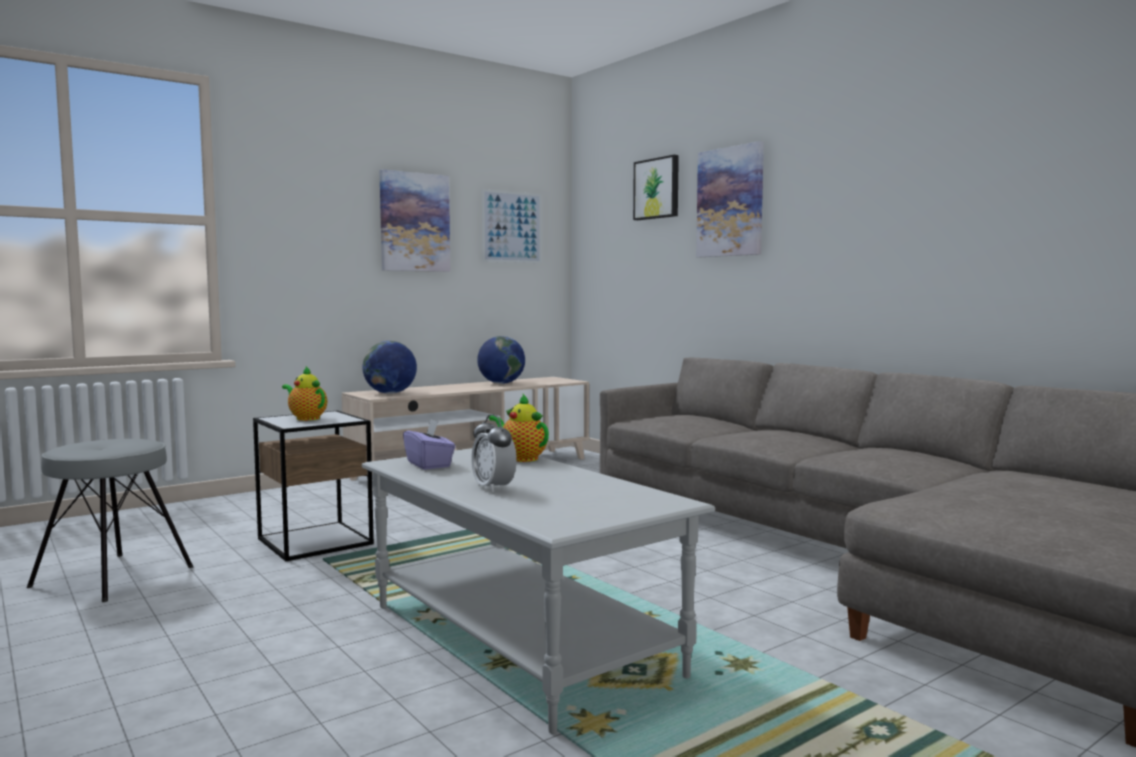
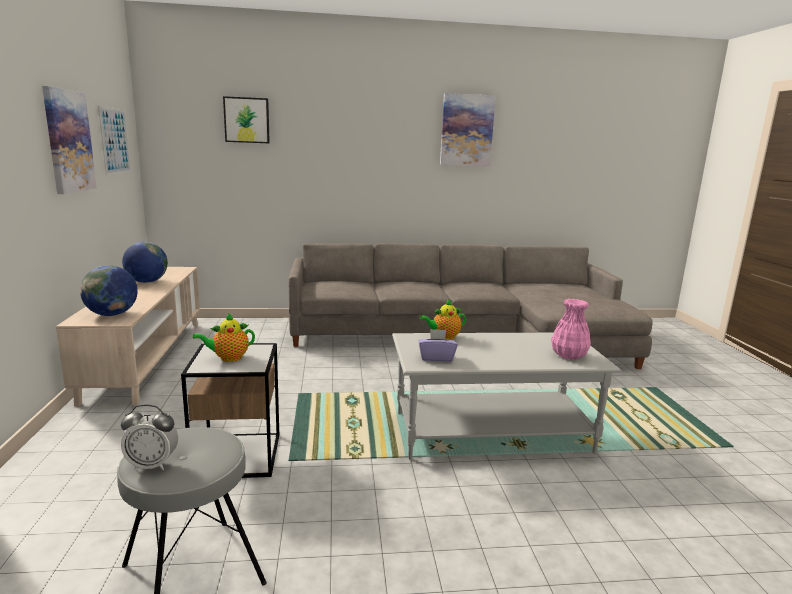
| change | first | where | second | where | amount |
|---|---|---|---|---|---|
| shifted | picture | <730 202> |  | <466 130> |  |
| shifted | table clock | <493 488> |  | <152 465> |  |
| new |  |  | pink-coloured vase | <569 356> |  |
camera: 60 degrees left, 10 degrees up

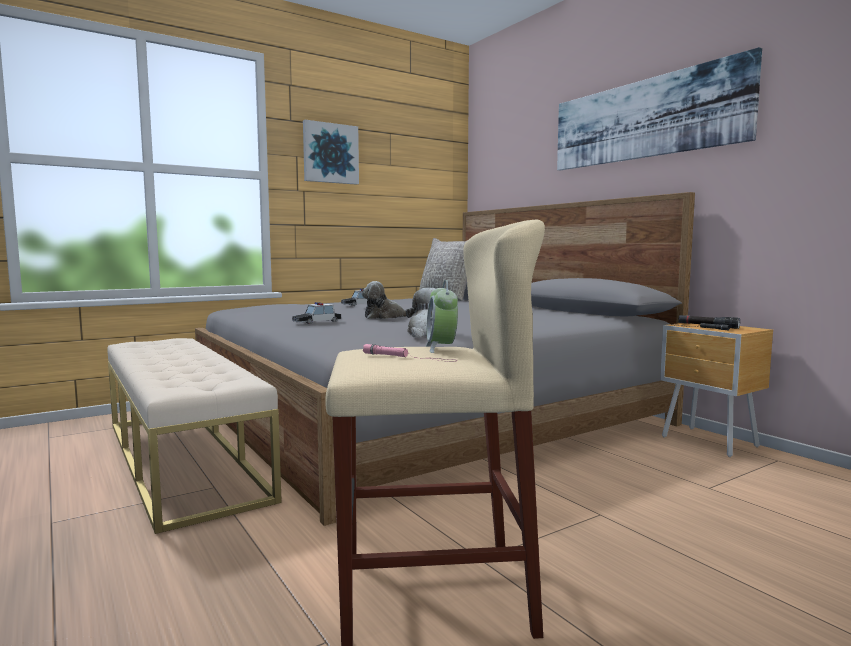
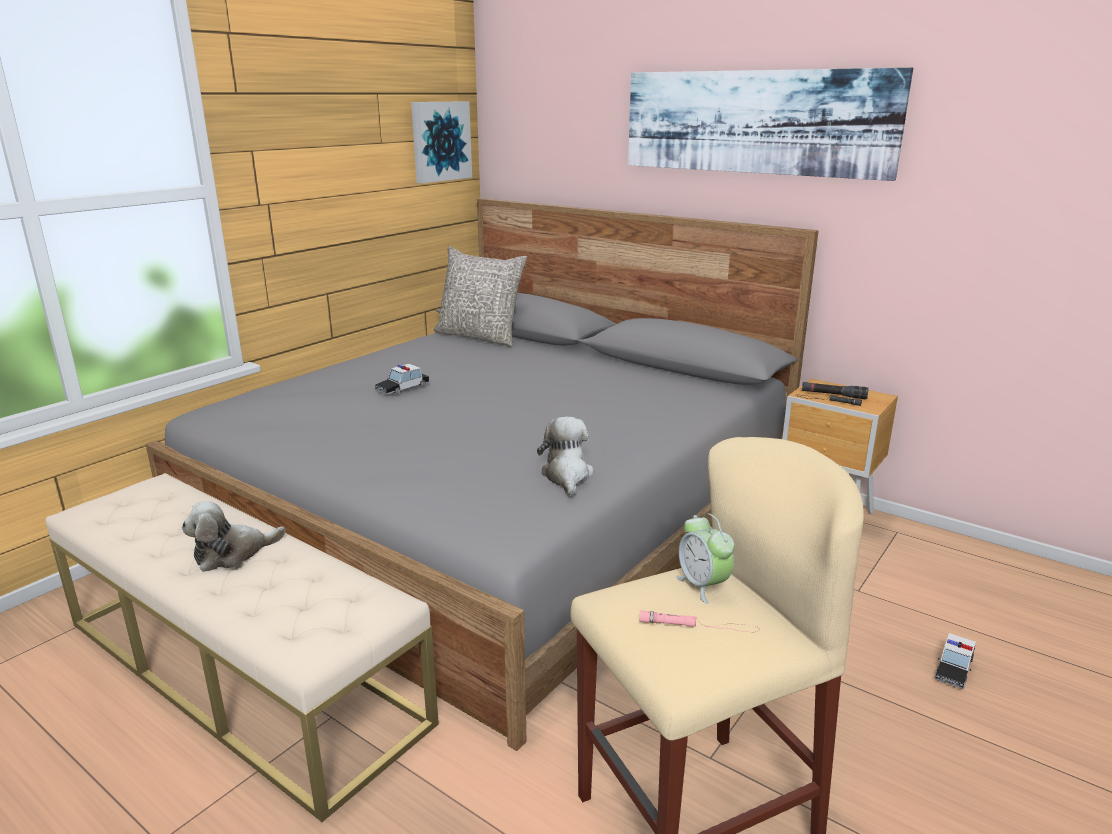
| change | first | where | second | where | amount |
|---|---|---|---|---|---|
| shifted | picture | <330 153> |  | <440 141> |  |
| shifted | soft toy | <385 317> |  | <232 553> |  |
| shifted | miniature car | <316 322> |  | <954 668> |  |
camera: 20 degrees left, 15 degrees up

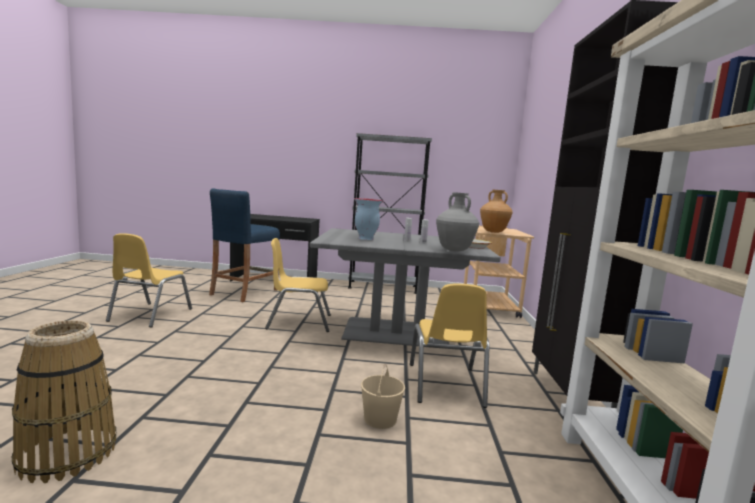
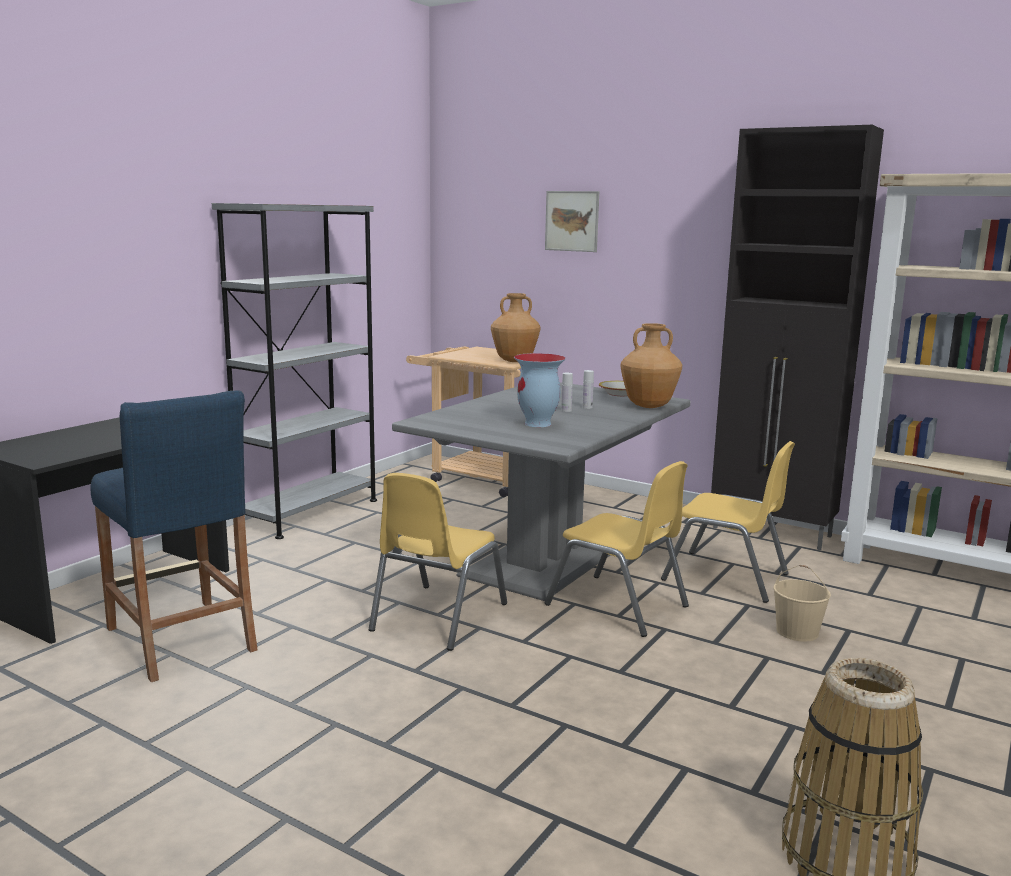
| change | first | where | second | where | amount |
|---|---|---|---|---|---|
| repainted | greyish vase | <454 250> | brown vase | <648 406> |  |
| shifted | yellow upright chair | <150 315> |  | <617 606> |  |
| new |  |  | picture | <572 221> |  |
camera: 60 degrees left, 5 degrees up

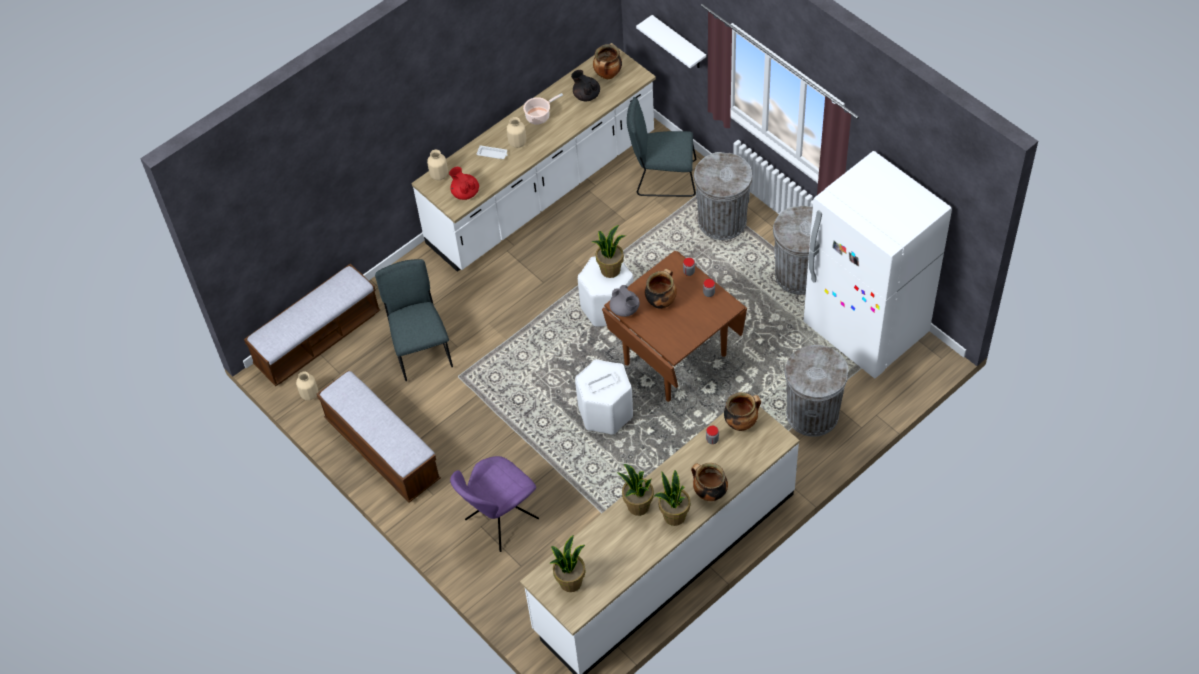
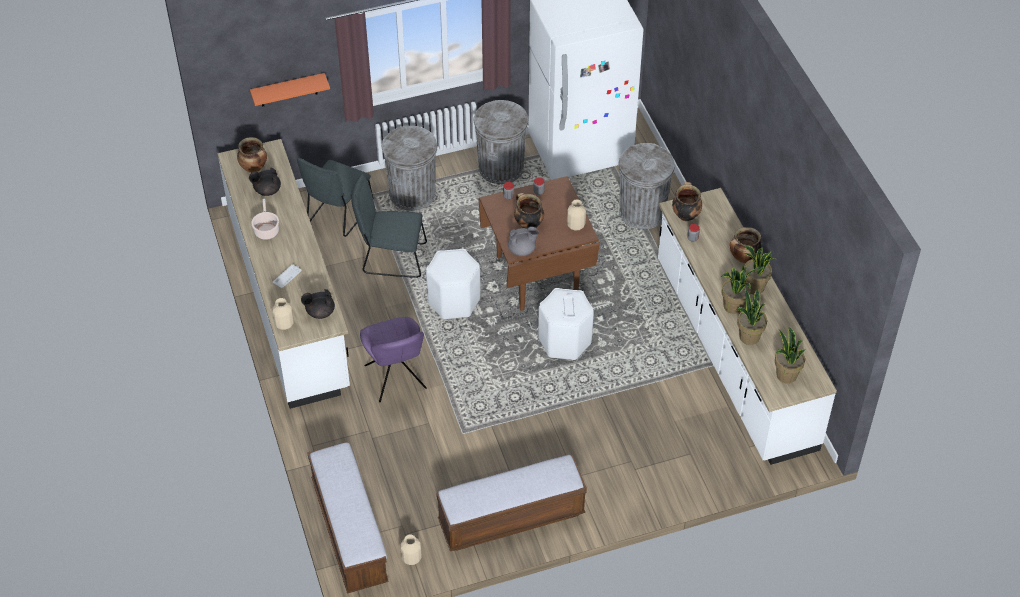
| change | first | where | second | where | amount |
|---|---|---|---|---|---|
| repainted | white-coloured bracket shelf | <679 43> | orange bracket shelf | <288 90> |  |
| shifted | beige vase | <517 142> |  | <575 225> |  |
| repainted | reddish tea pot | <465 192> | blackish tea pot | <319 312> |  |
| shifted | houseplant | <610 269> |  | <748 337> |  |
| shifted | greyish upright chair | <420 349> |  | <391 258> |  |
| shifted | purplish upright chair | <499 521> |  | <396 379> |  |
camera: 70 degrees left, 5 degrees down

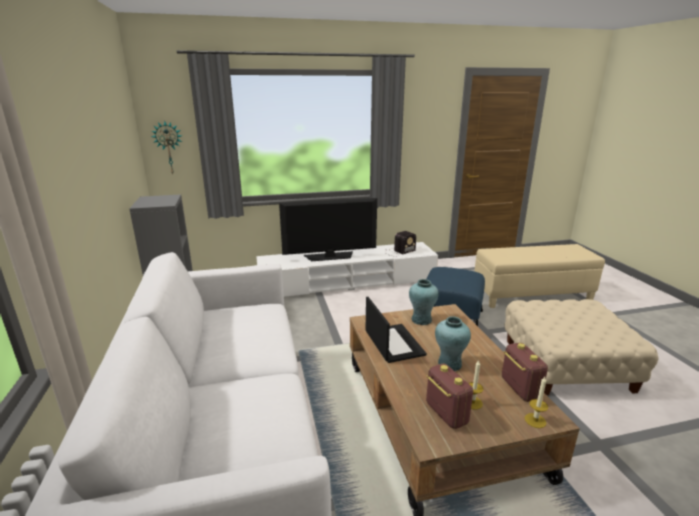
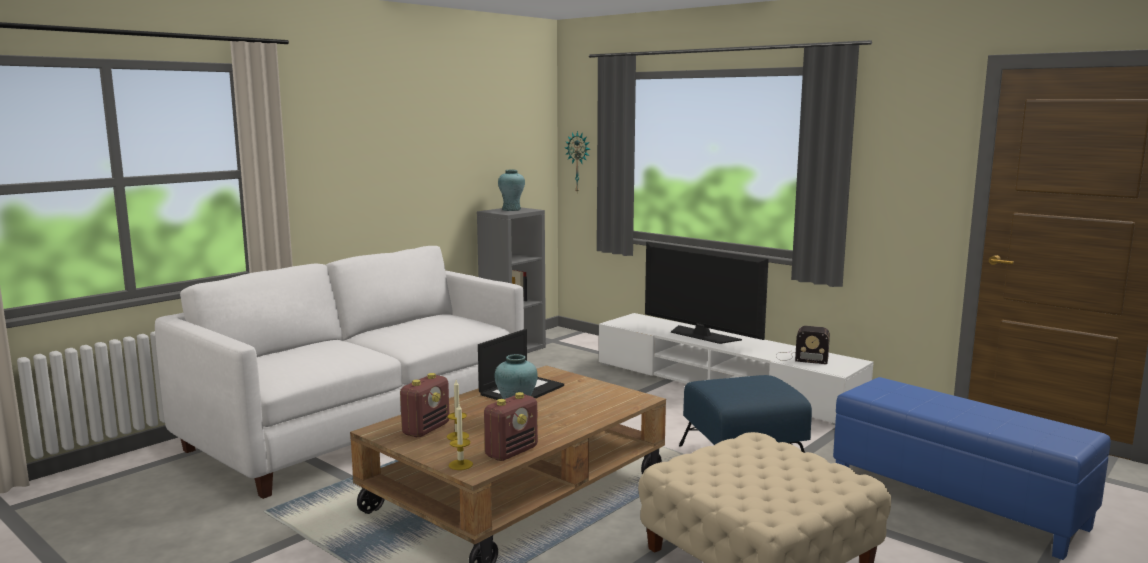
| change | first | where | second | where | amount |
|---|---|---|---|---|---|
| repainted | beige pouffe | <532 295> | blue pouffe | <957 502> |  |
| shifted | turquoise-coloured vase | <421 320> |  | <511 209> |  |
camera: 55 degrees right, 10 degrees down

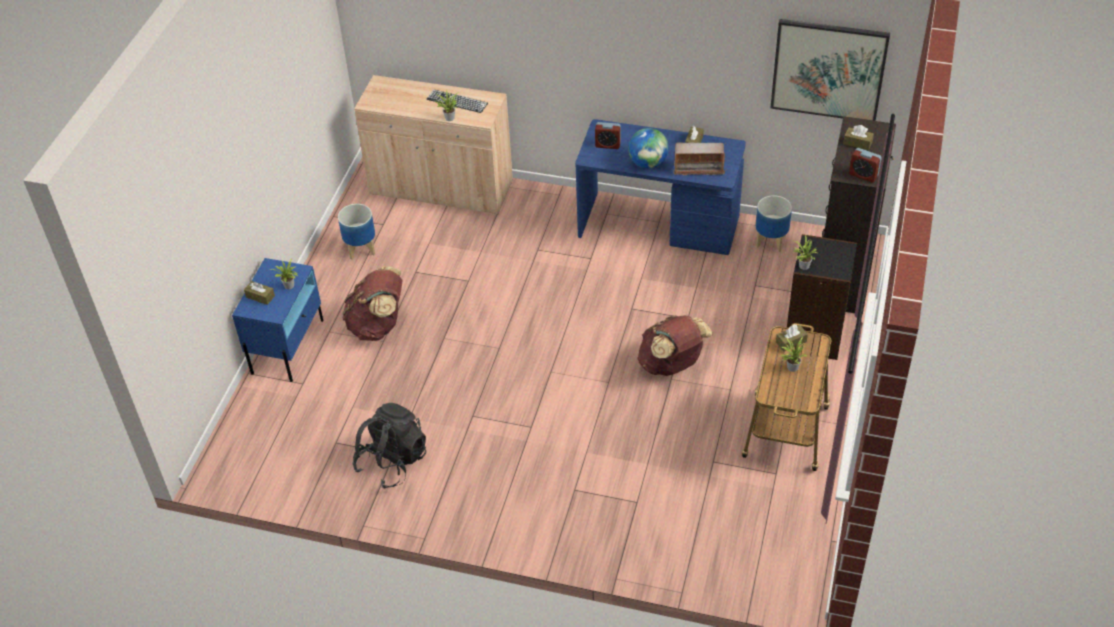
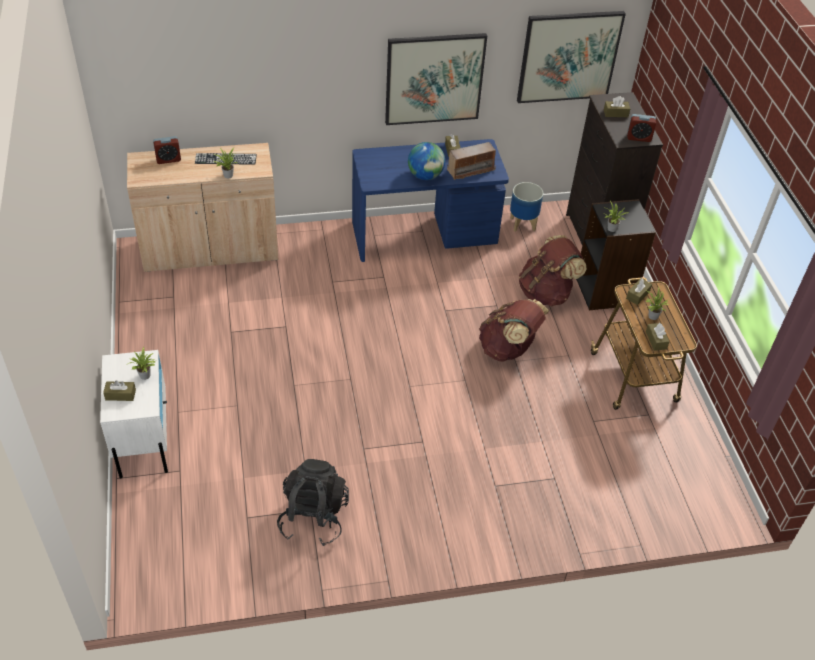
| change | first | where | second | where | amount |
|---|---|---|---|---|---|
| shifted | table clock | <607 145> |  | <168 159> |  |
| gone | plant pot | <361 248> |  |  |  |
| repainted | blue bedside table | <288 346> | white-coloured bedside table | <143 438> |  |
| shifted | brown backpack | <378 326> |  | <546 293> |  |
| new |  |  | picture | <434 78> |  |
| new |  |  | brown box of tissues | <656 340> |  |
camera: 30 degrees left, 0 degrees up

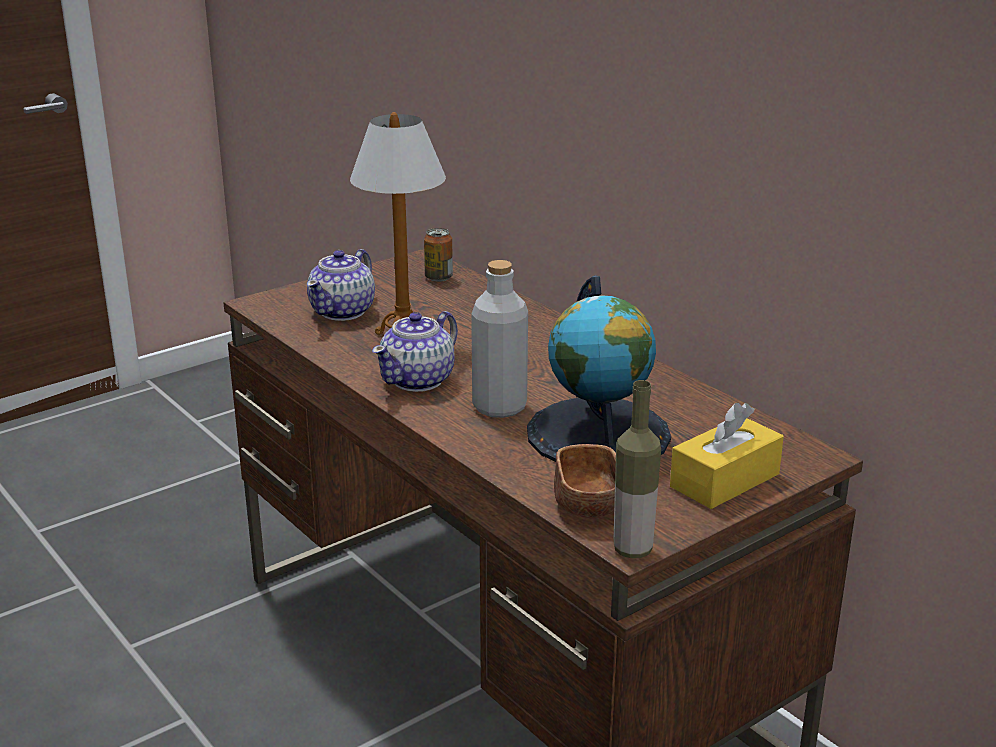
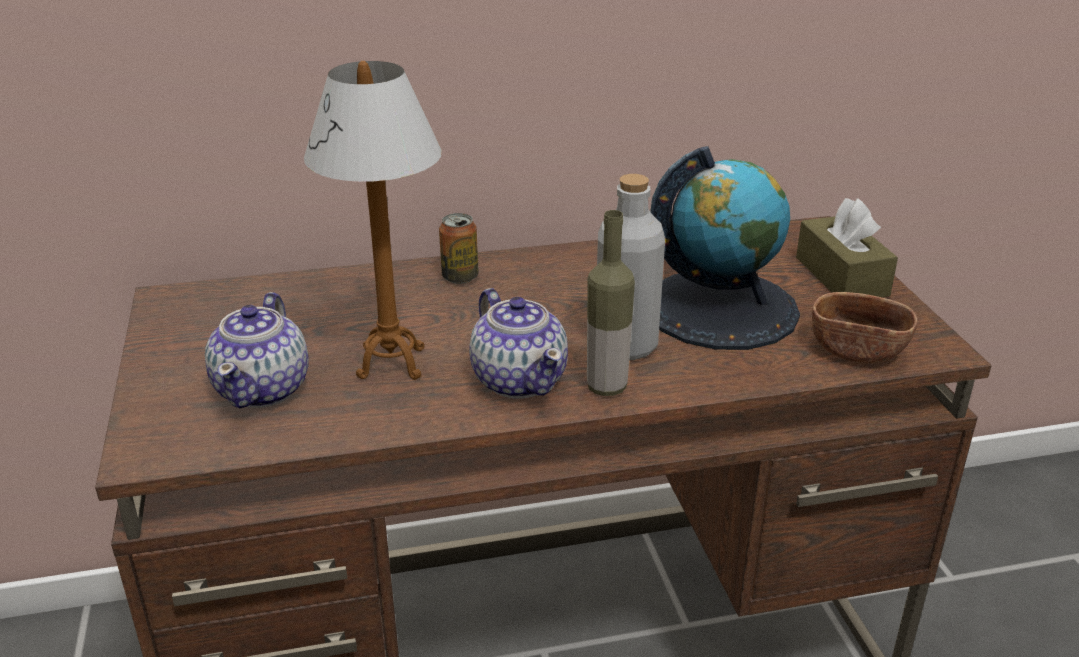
| change | first | where | second | where | amount |
|---|---|---|---|---|---|
| shifted | metal can | <438 277> |  | <460 277> |  |
| rotated | tea pot | <343 311> |  | <264 389> | 45 degrees clockwise |
| shifted | bottle | <632 550> |  | <606 387> |  |
| repainted | yellow box of tissues | <724 480> | brown box of tissues | <841 276> |  |
camera: 65 degrees left, 5 degrees up

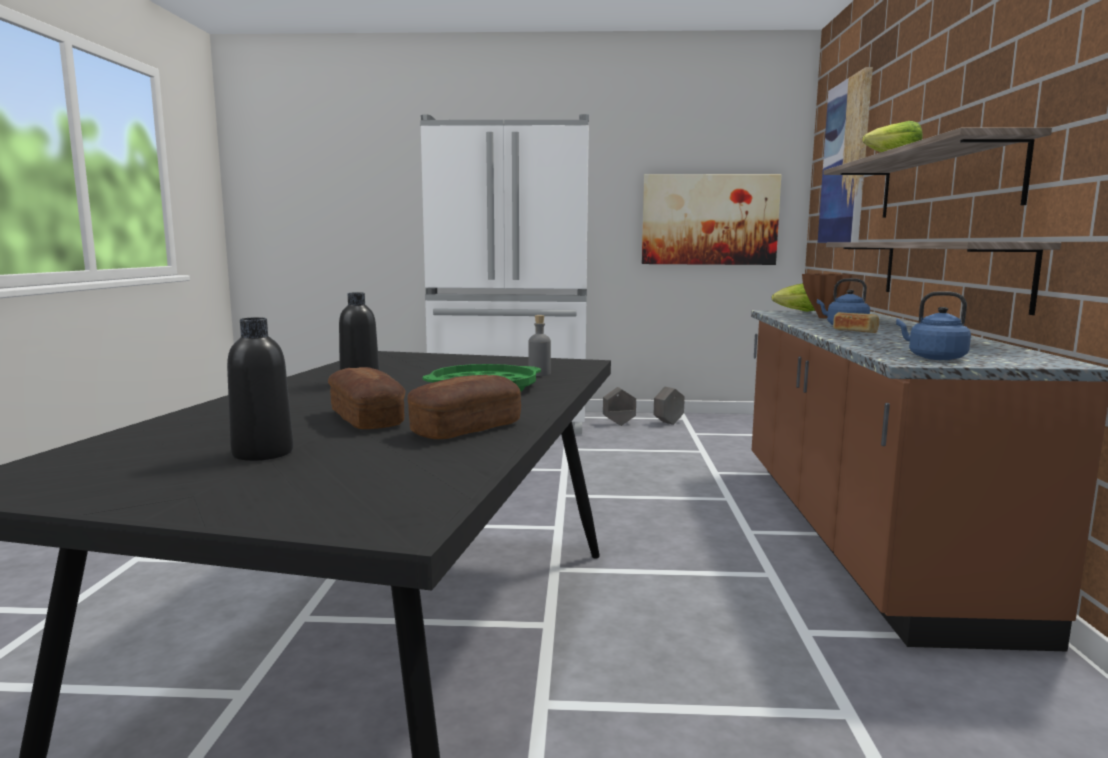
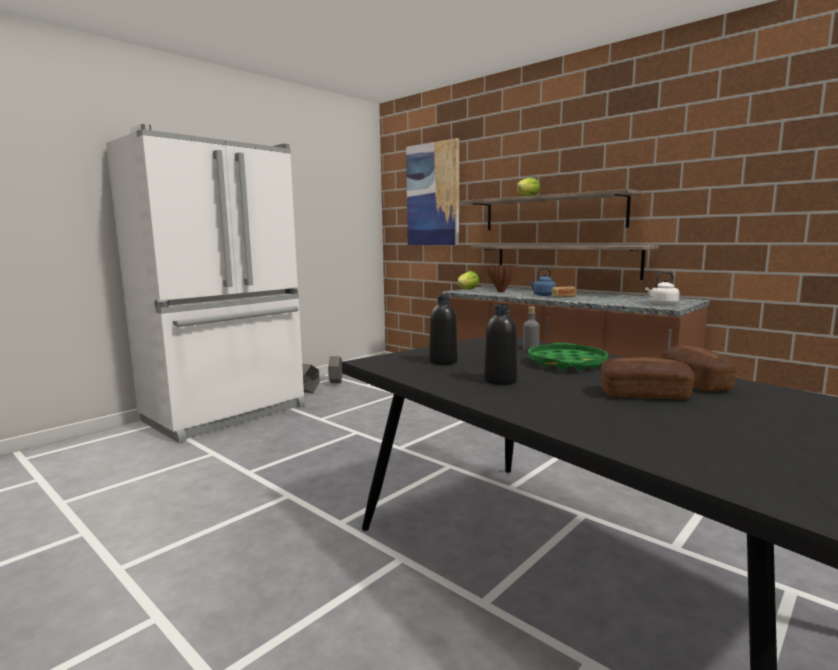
| change | first | where | second | where | amount |
|---|---|---|---|---|---|
| gone | picture | <709 220> |  |  |  |
| repainted | blue water kettle | <933 358> | white-coloured water kettle | <662 304> |  |
| shifted | blackish bottle | <263 453> |  | <443 362> |  |
camera: 50 degrees left, 0 degrees up

